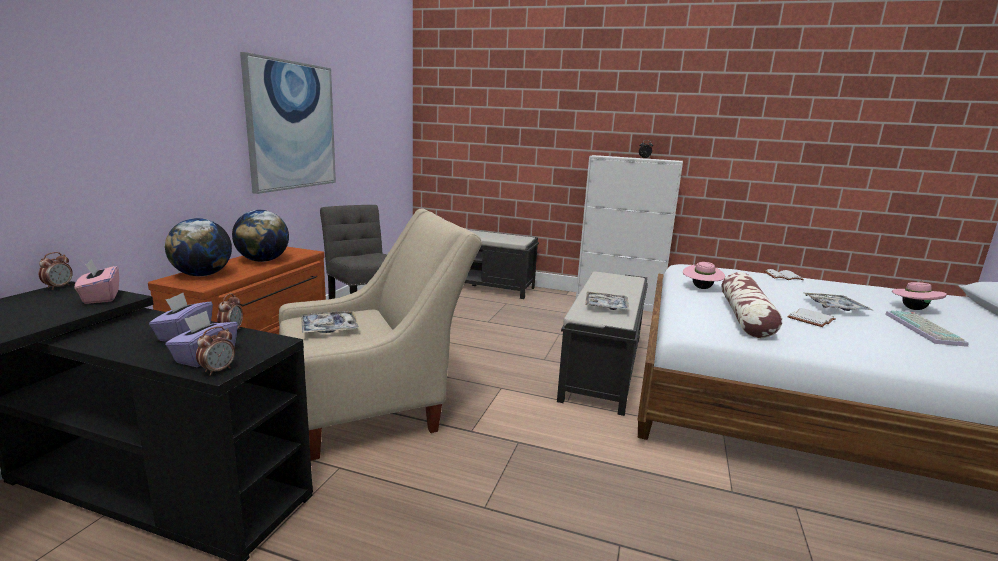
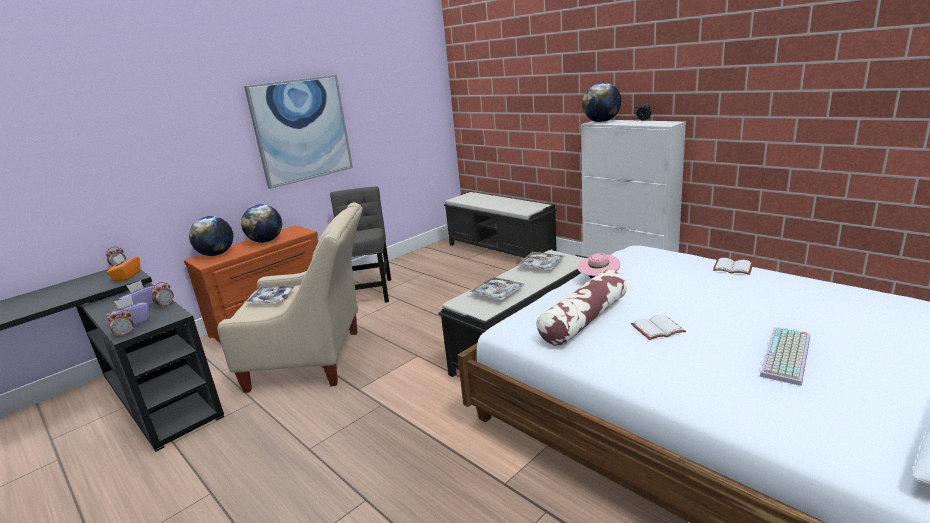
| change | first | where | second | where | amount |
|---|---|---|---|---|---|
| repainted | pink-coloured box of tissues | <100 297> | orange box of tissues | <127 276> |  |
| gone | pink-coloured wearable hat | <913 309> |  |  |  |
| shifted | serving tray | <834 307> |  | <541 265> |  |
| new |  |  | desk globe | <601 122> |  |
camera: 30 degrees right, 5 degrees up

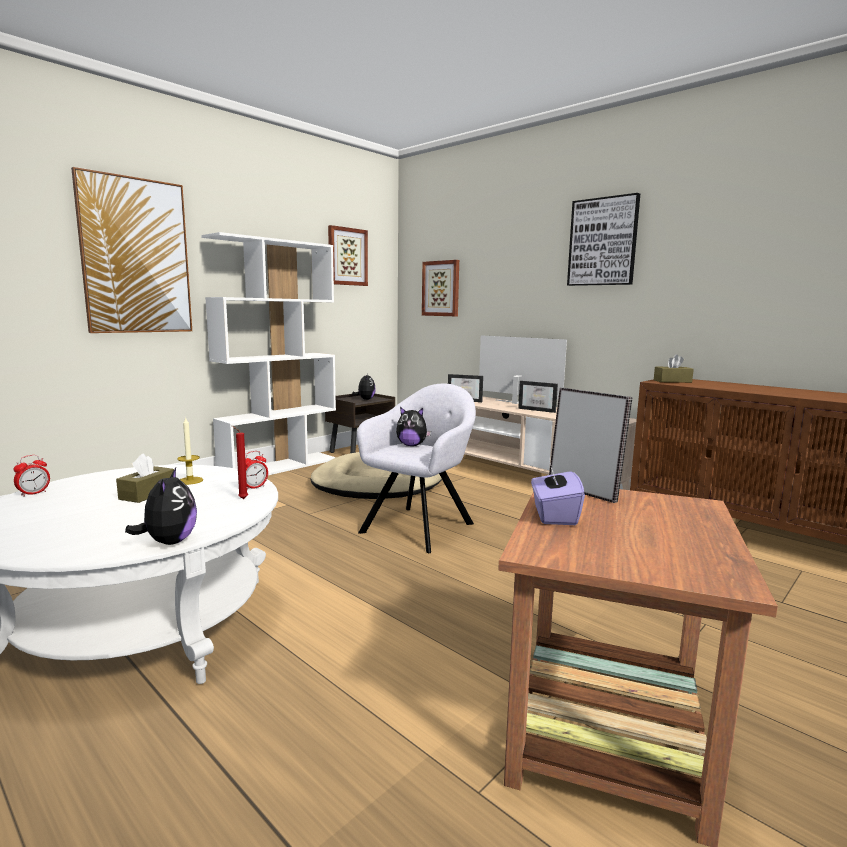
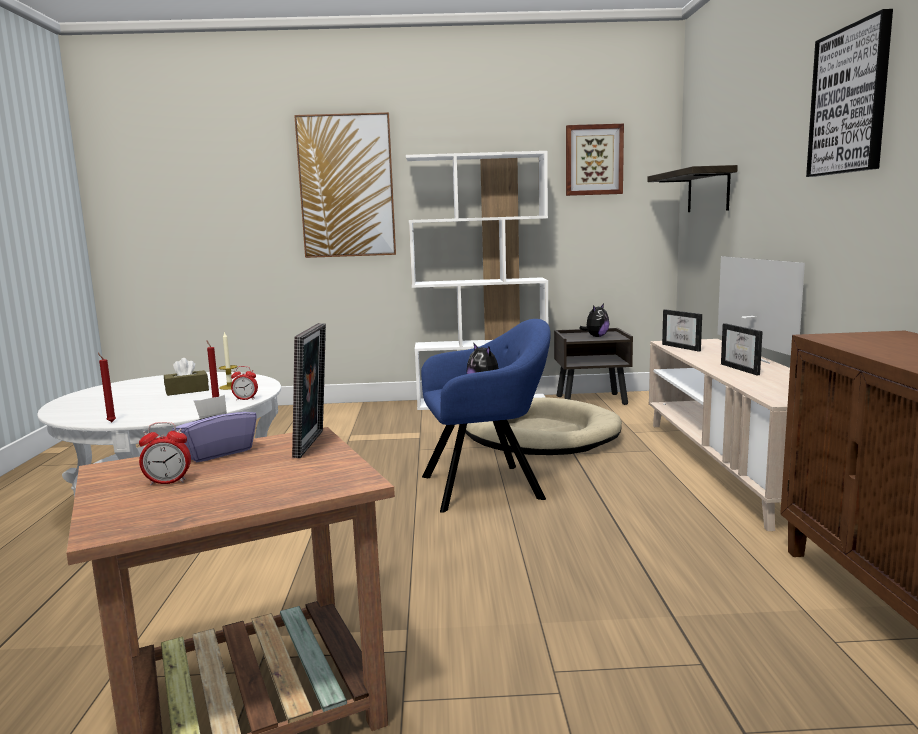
| change | first | where | second | where | amount |
|---|---|---|---|---|---|
| swapped | picture | <441 288> | bracket shelf | <708 191> |  |
| gone | brown box of tissues | <672 381> |  |  |  |
| repainted | greyish easy chair | <420 526> | blue easy chair | <487 486> |  |
| shifted | table clock | <34 493> |  | <168 482> |  |
| swapped | soft toy | <169 542> | reddish wax candle | <111 422> |  |
camera: 45 degrees right, 0 degrees up

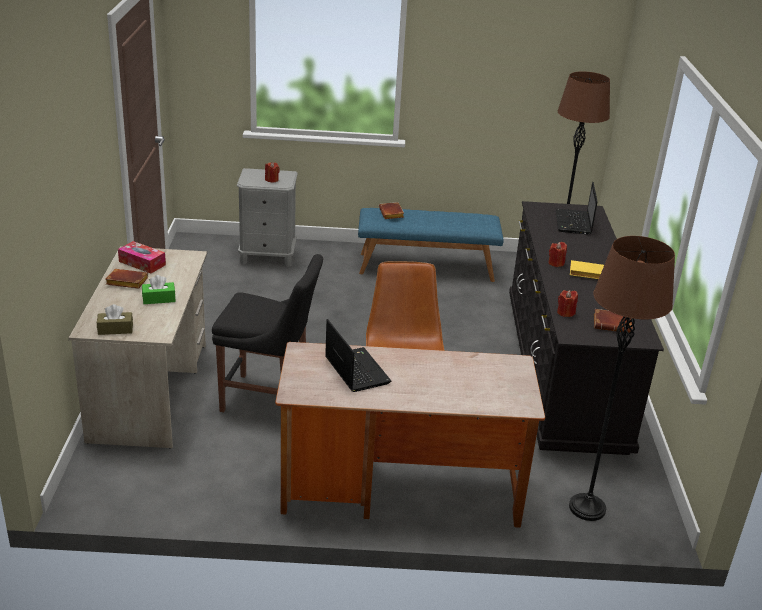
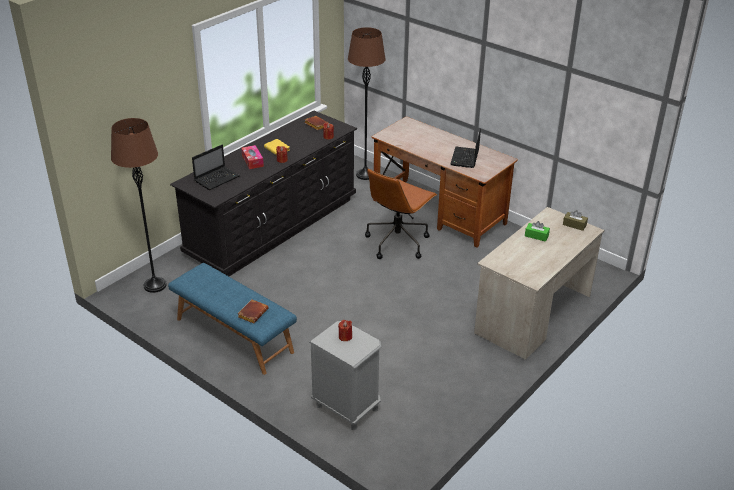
| change | first | where | second | where | amount |
|---|---|---|---|---|---|
| shifted | box of tissues | <142 263> |  | <252 161> |  |
| gone | blackish upright chair | <268 399> |  |  |  |
| gone | brown book | <125 282> |  |  |  |
camera: 140 degrees left, 5 degrees up

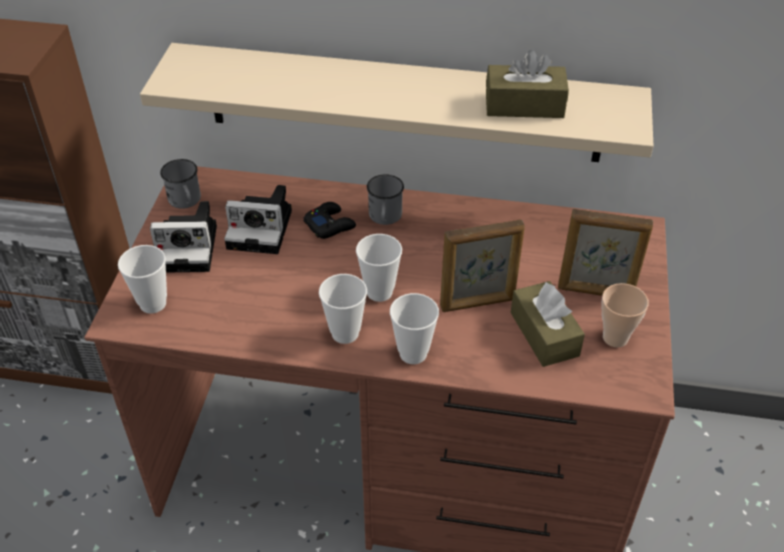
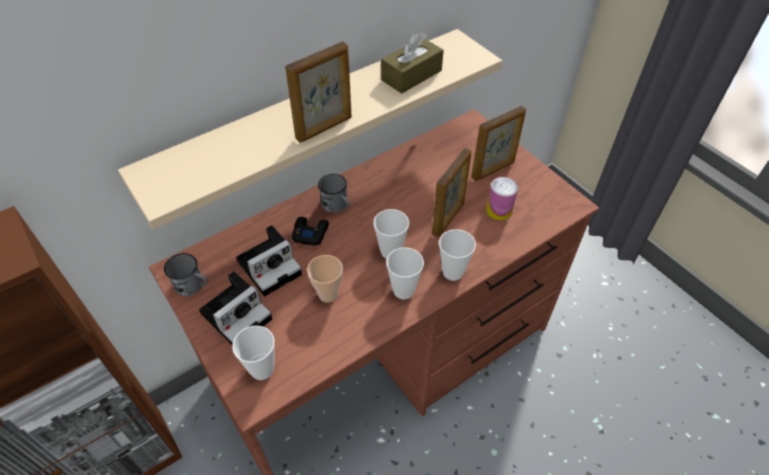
| change | first | where | second | where | amount |
|---|---|---|---|---|---|
| swapped | brown box of tissues | <544 334> | metal can | <499 210> |  |
| shifted | small cup | <615 338> |  | <328 294> |  |
| new |  |  | picture frame | <324 128> |  |
camera: 45 degrees left, 5 degrees up

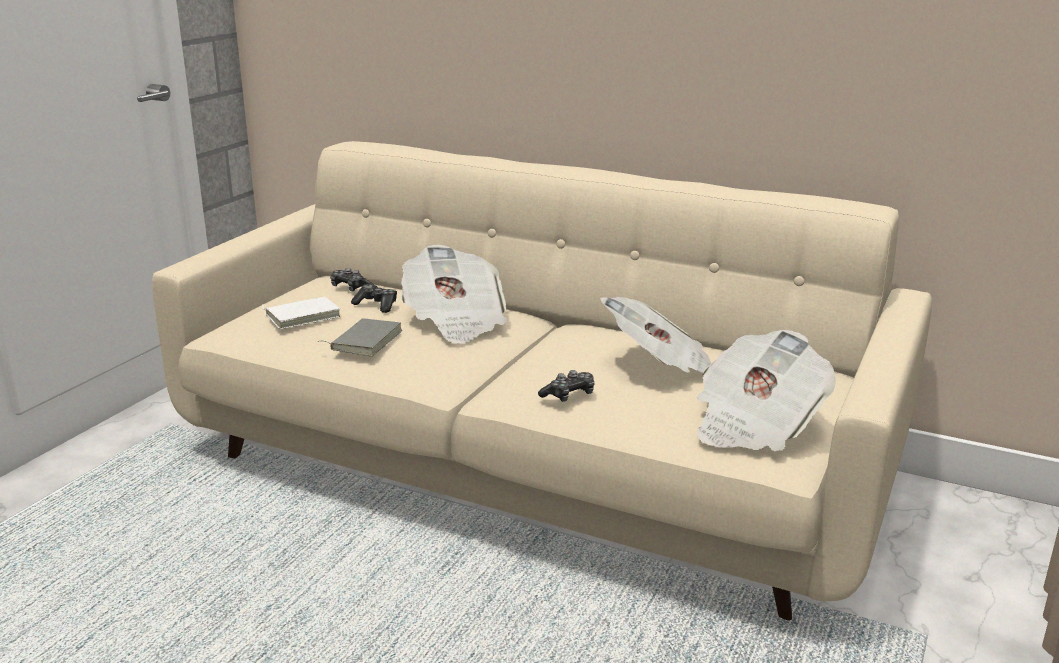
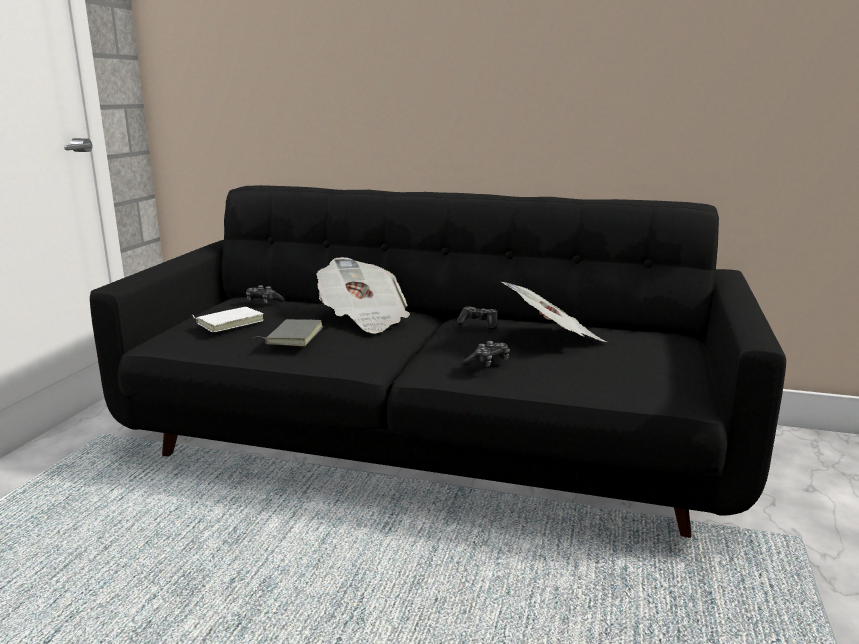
| change | first | where | second | where | amount |
|---|---|---|---|---|---|
| repainted | beige sofa | <531 469> | blackish sofa | <431 442> |  |
| shifted | joypad | <376 305> |  | <478 324> |  |
| gone | newspaper | <754 424> |  |  |  |
camera: 10 degrees left, 5 degrees down

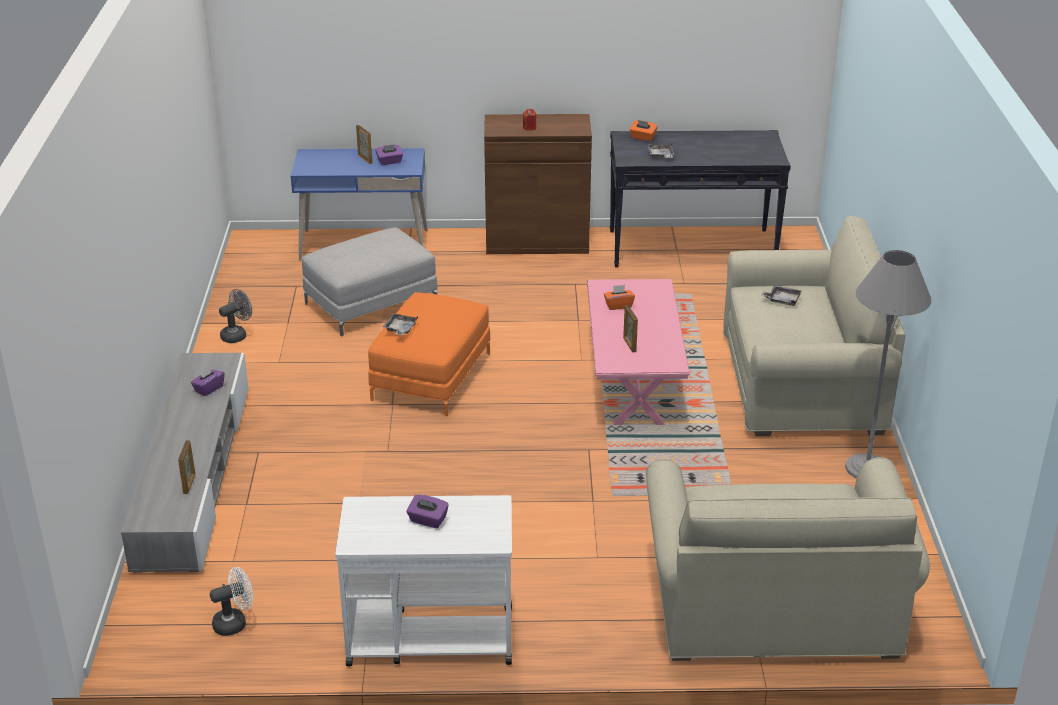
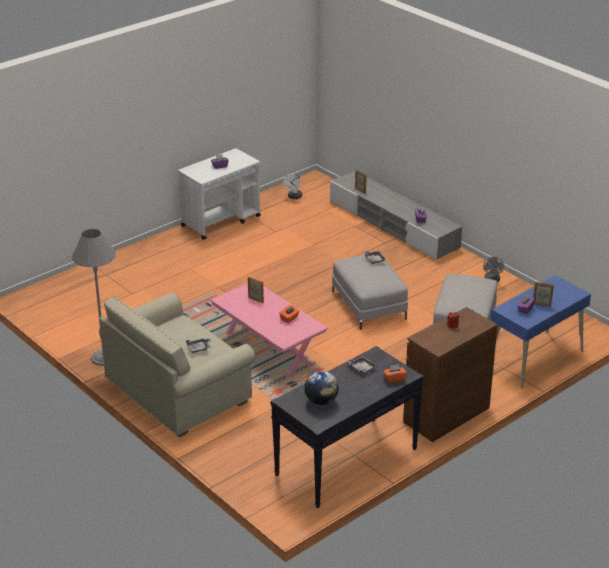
| change | first | where | second | where | amount |
|---|---|---|---|---|---|
| repainted | orange pouffe | <430 376> | greyish pouffe | <369 305> |  |
| gone | beige sofa | <772 604> |  |  |  |
| new |  |  | desk globe | <321 401> |  |
camera: 140 degrees right, 0 degrees up

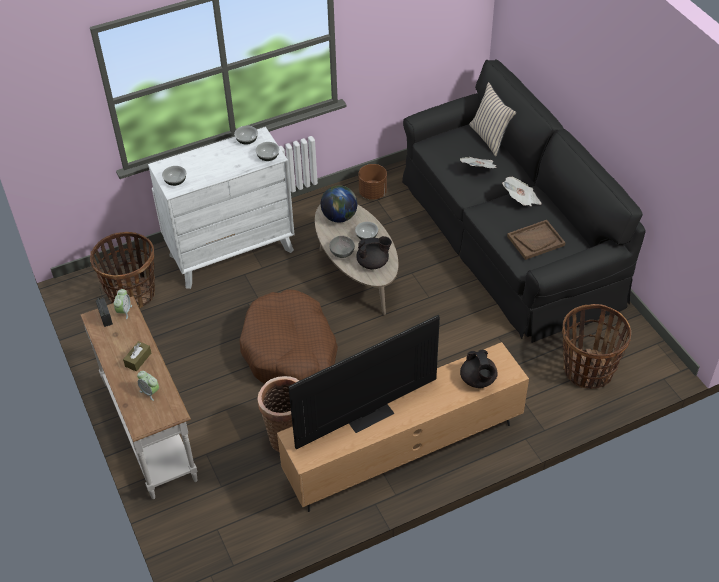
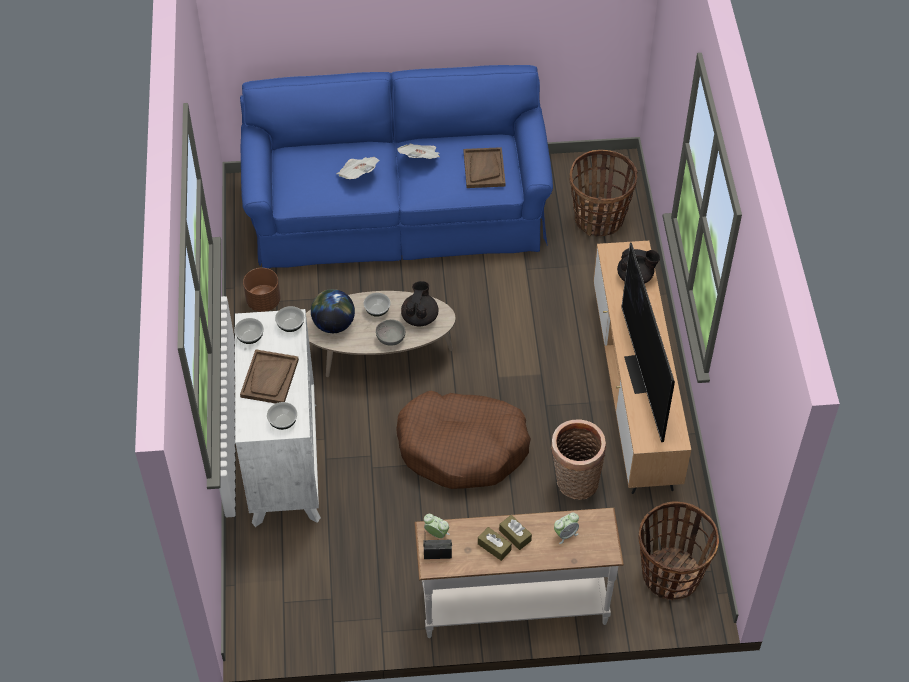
| change | first | where | second | where | amount |
|---|---|---|---|---|---|
| repainted | blackish sofa | <507 237> | blue sofa | <397 212> |  |
| gone | beige throw pillow | <490 138> |  |  |  |
| shifted | storage basket | <132 294> |  | <670 574> |  |
| new |  |  | brown serving tray | <269 378> |  |
| new |  |  | brown box of tissues | <494 547> |  |
camera: 70 degrees left, 5 degrees up

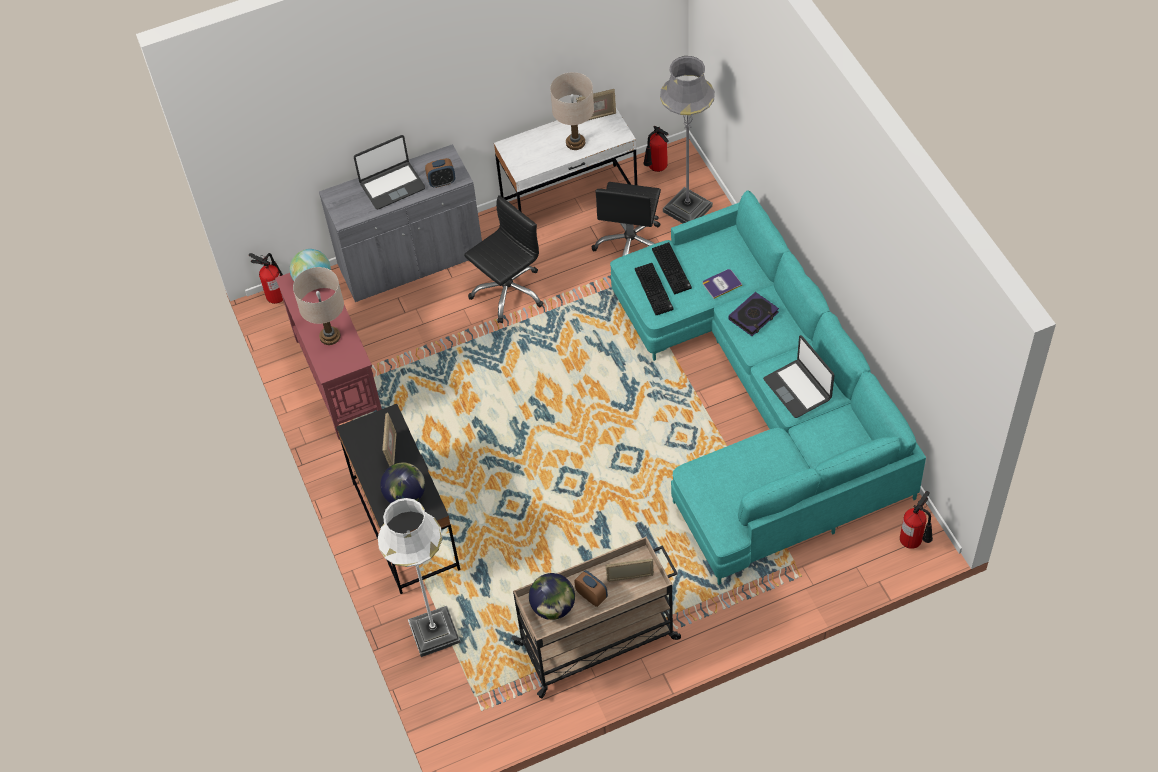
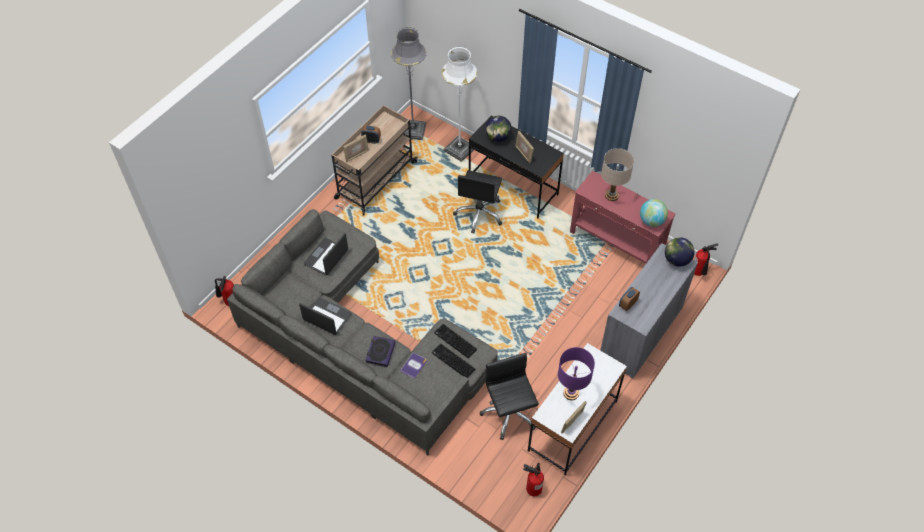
| change | first | where | second | where | amount |
|---|---|---|---|---|---|
| shifted | greyish floor lamp | <687 209> |  | <413 131> |  |
| repainted | beige tabletop lamp | <575 142> | purplish tabletop lamp | <571 393> |  |
| shifted | portable computer | <392 185> |  | <326 257> |  |
| repainted | turquoise-coloured sofa | <762 404> | greyish sofa | <358 343> |  |
| shifted | blackish office chair | <508 292> |  | <479 213> |  |
| shifted | desk globe | <553 607> |  | <676 260> |  |
camera: 145 degrees right, 0 degrees up

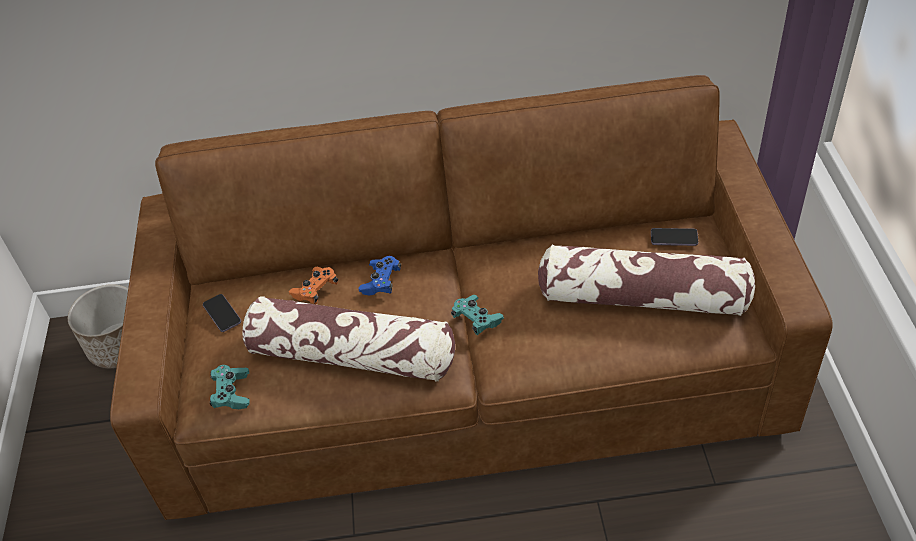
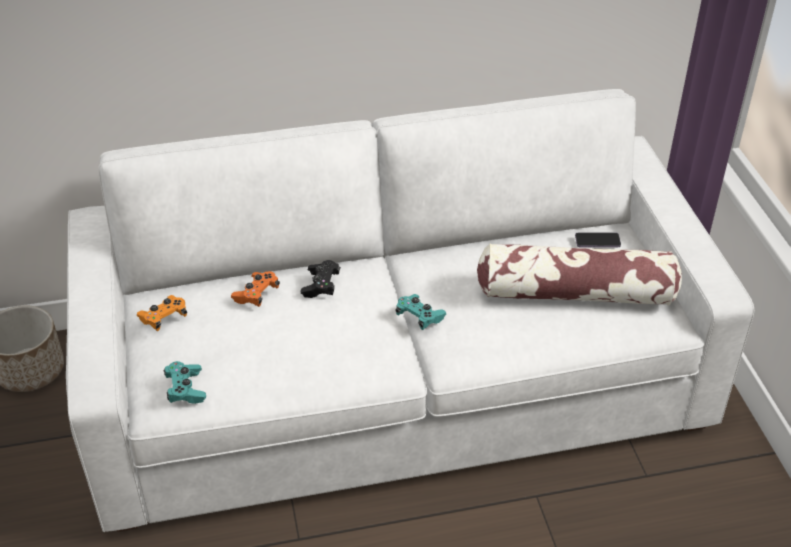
| change | first | where | second | where | amount |
|---|---|---|---|---|---|
| repainted | brown sofa | <468 368> | white-coloured sofa | <395 380> |  |
| repainted | blue joypad | <381 282> | blackish joypad | <321 285> |  |
| swapped | phone | <222 314> | orange joypad | <164 318> |  |
| gone | throw pillow | <352 355> |  |  |  |
camera: 10 degrees left, 5 degrees down

